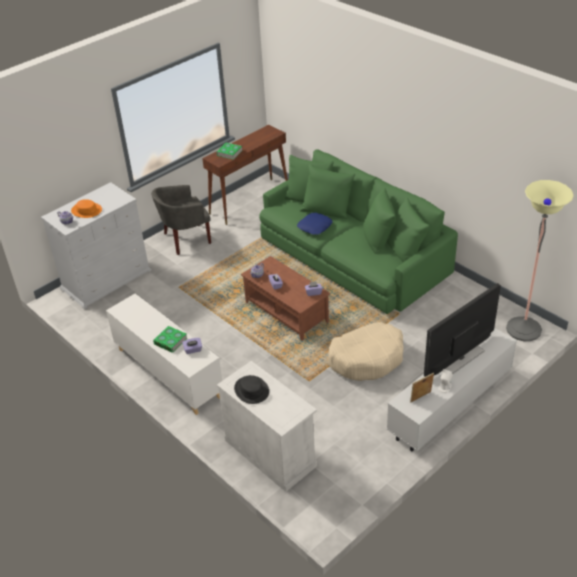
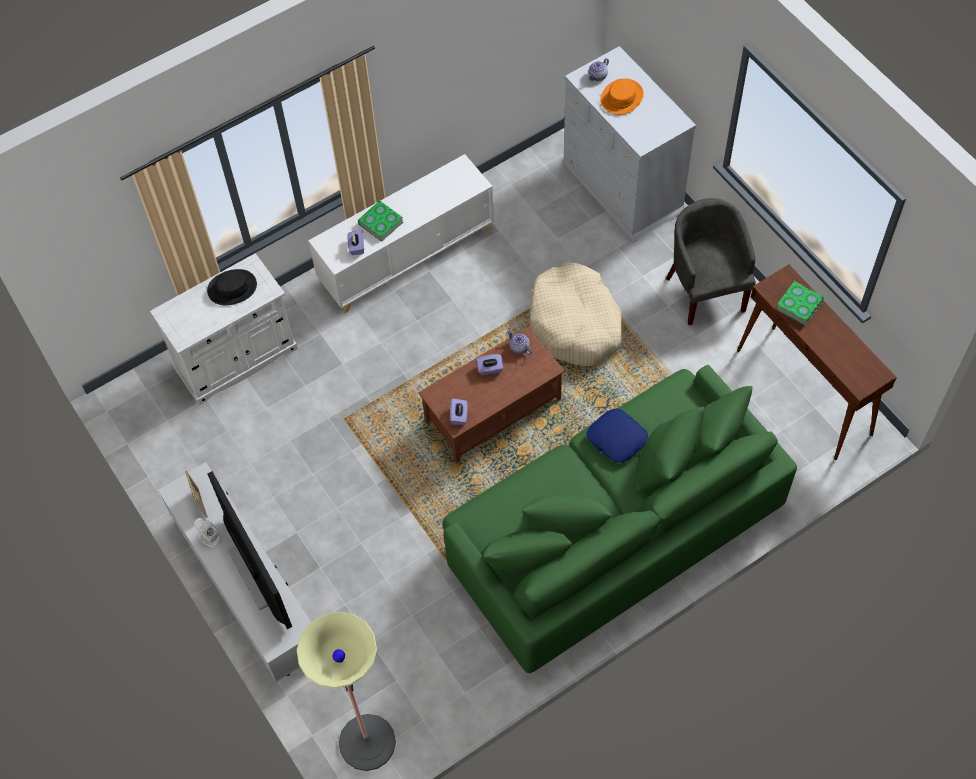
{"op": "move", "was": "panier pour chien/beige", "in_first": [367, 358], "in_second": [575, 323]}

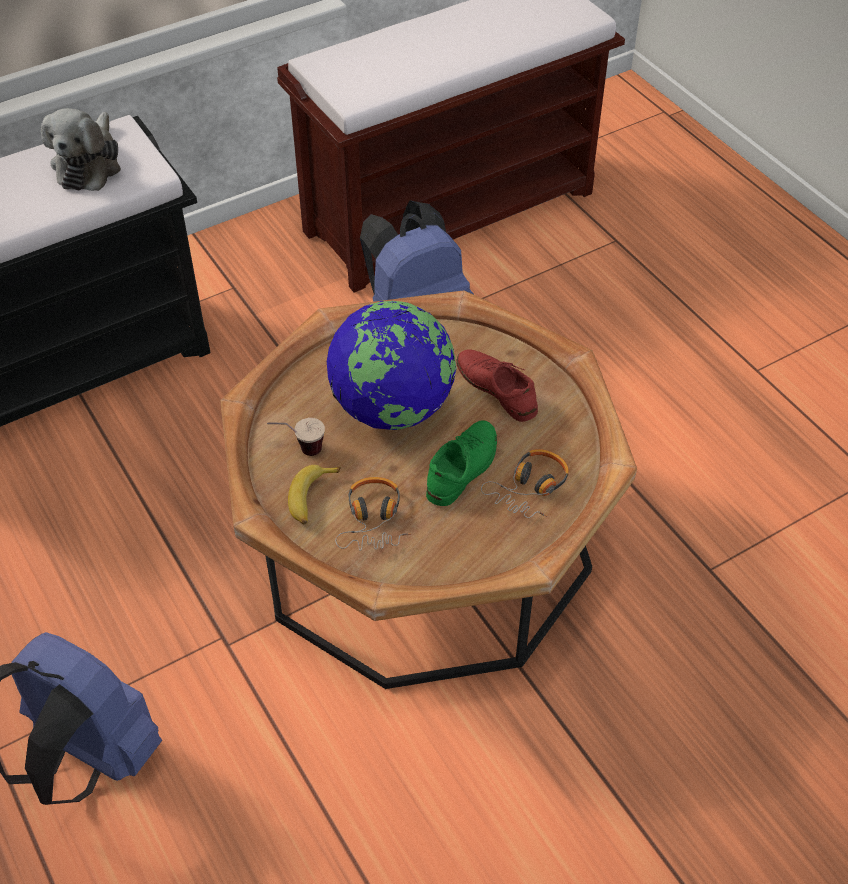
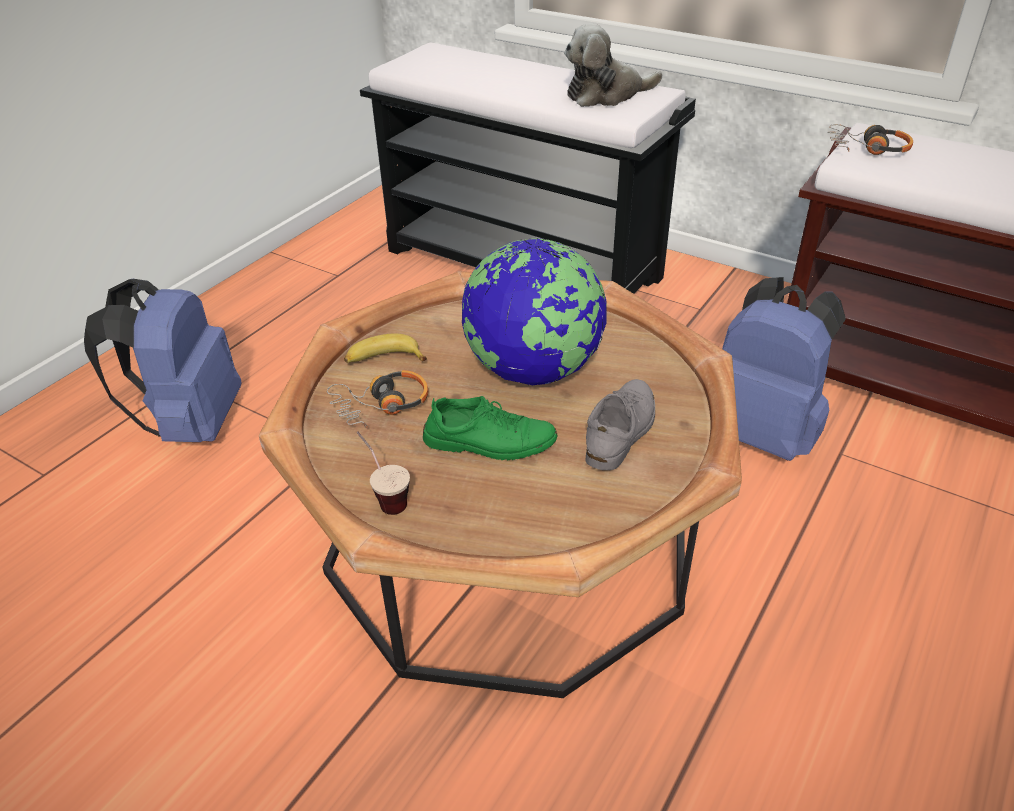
{"op": "recolor", "was": "chaussure/rouge", "now": "chaussure/gris", "in_first": [496, 388], "in_second": [621, 430]}
{"op": "move", "was": "tasse", "in_first": [299, 451], "in_second": [384, 497]}
{"op": "move", "was": "casque audio", "in_first": [530, 489], "in_second": [867, 149]}

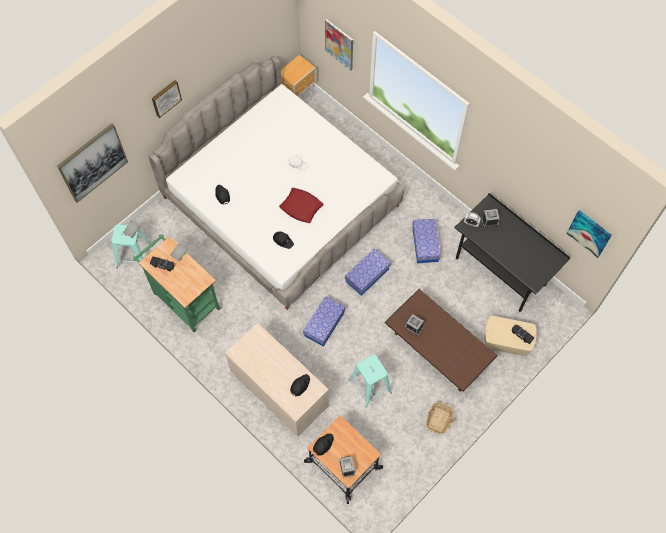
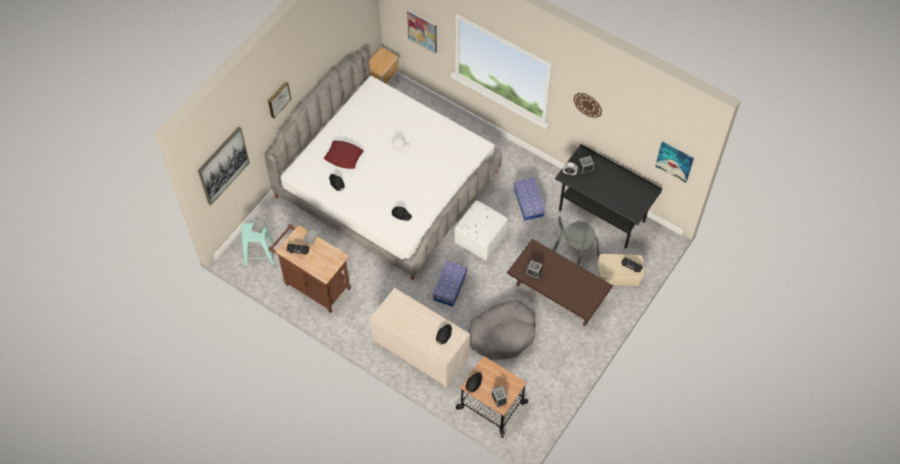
{"op": "move", "was": "coussin/rouge", "in_first": [301, 207], "in_second": [344, 156]}
{"op": "recolor", "was": "chariot/vert", "now": "chariot/marron", "in_first": [184, 299], "in_second": [314, 285]}
{"op": "replace", "was": "boîte de rangement", "now": "pouf/blanc", "in_first": [367, 275], "in_second": [480, 238]}
{"op": "replace", "was": "tabouret/turquoise", "now": "panier pour chien/gris", "in_first": [370, 386], "in_second": [502, 334]}
{"op": "delete", "was": "panier", "in_first": [438, 420]}
{"op": "insert", "now": "horloge murale", "in_second": [587, 104]}
{"op": "insert", "now": "chaise/gris", "in_second": [574, 254]}

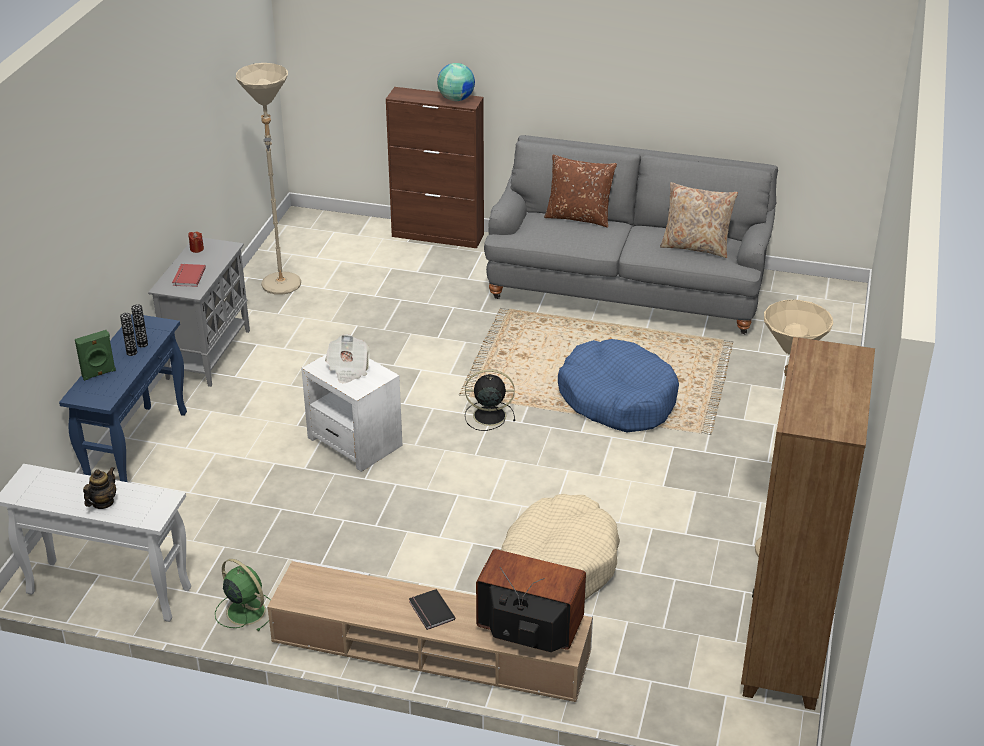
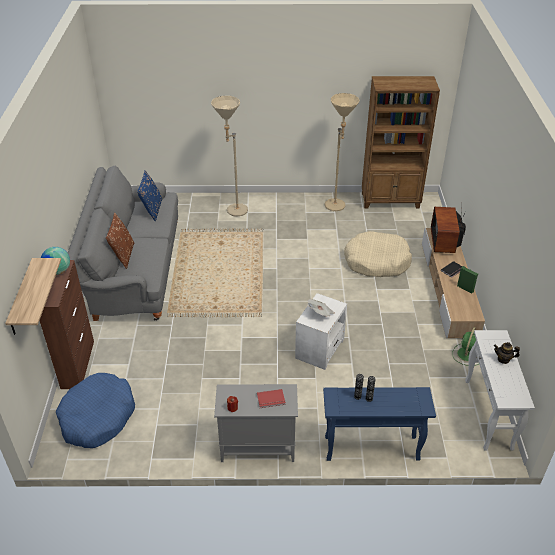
{"op": "move", "was": "lampadaire/beige", "in_first": [281, 279], "in_second": [232, 211]}
{"op": "recolor", "was": "coussin/beige", "now": "coussin/bleu", "in_first": [696, 247], "in_second": [152, 210]}
{"op": "move", "was": "enceinte/vert", "in_first": [99, 374], "in_second": [465, 288]}
{"op": "move", "was": "panier pour chien/bleu", "in_first": [617, 399], "in_second": [97, 417]}
{"op": "delete", "was": "ventilateur/noir", "in_first": [488, 415]}
{"op": "insert", "now": "étagère", "in_second": [22, 298]}

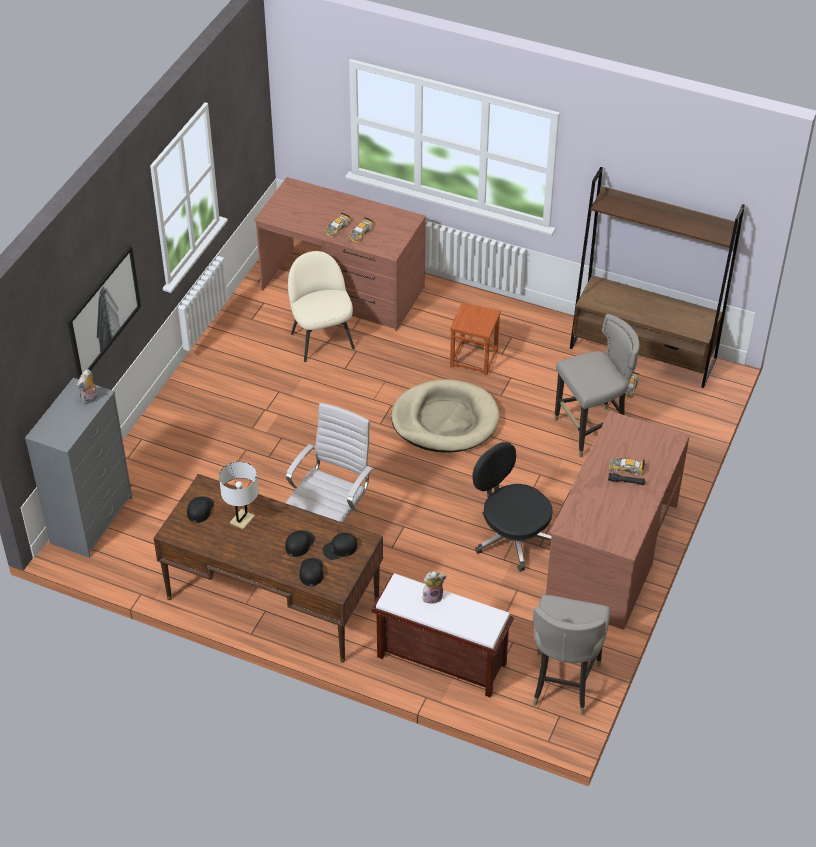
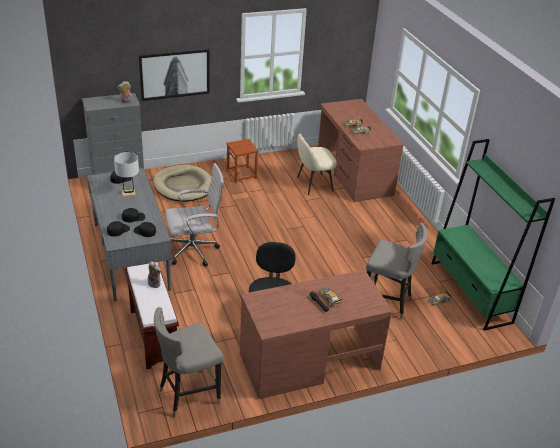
{"op": "recolor", "was": "bibliothèque/marron", "now": "bibliothèque/vert", "in_first": [643, 353], "in_second": [470, 292]}
{"op": "rotate", "was": "chaise/beige", "in_first": [322, 339], "in_second": [313, 184], "clockwise": -135}
{"op": "move", "was": "tabouret/marron", "in_first": [474, 358], "in_second": [241, 174]}
{"op": "move", "was": "panier pour chien/beige", "in_first": [445, 420], "in_second": [183, 186]}
{"op": "recolor", "was": "bureau/marron", "now": "bureau/gris", "in_first": [273, 599], "in_second": [131, 256]}

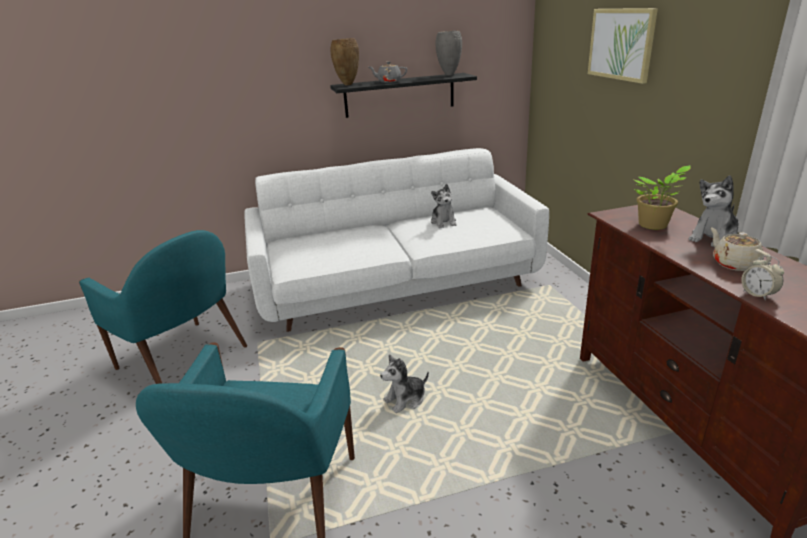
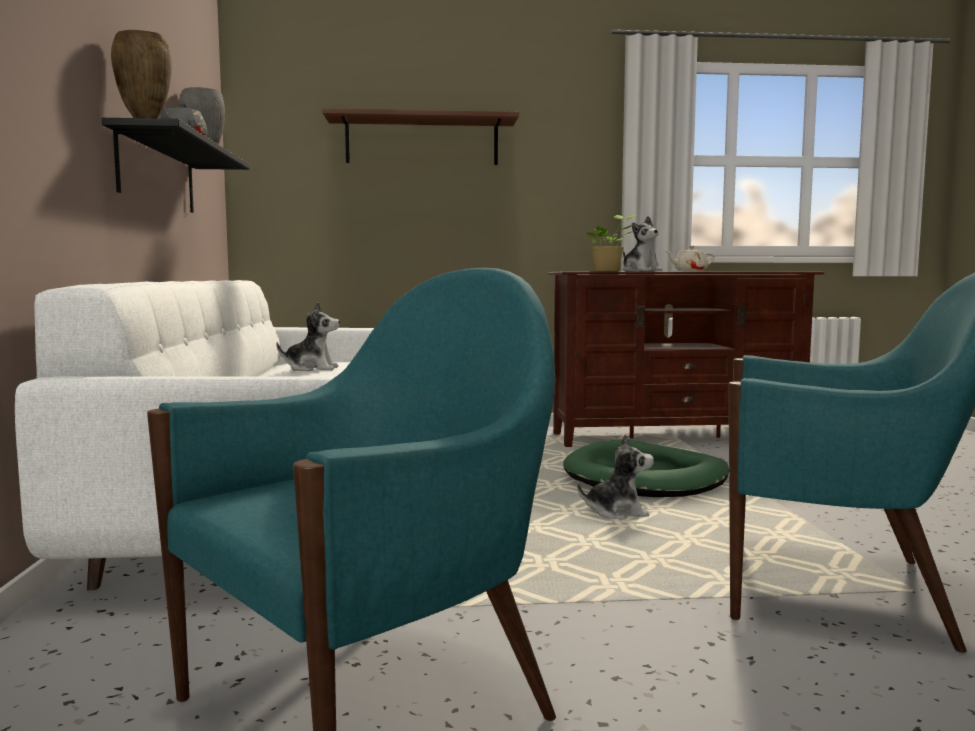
{"op": "replace", "was": "tableau", "now": "étagère/marron", "in_first": [621, 44], "in_second": [422, 142]}
{"op": "delete", "was": "réveil", "in_first": [758, 294]}
{"op": "rotate", "was": "peluche", "in_first": [405, 399], "in_second": [616, 512], "clockwise": -75}
{"op": "insert", "now": "panier pour chien/vert", "in_second": [646, 478]}

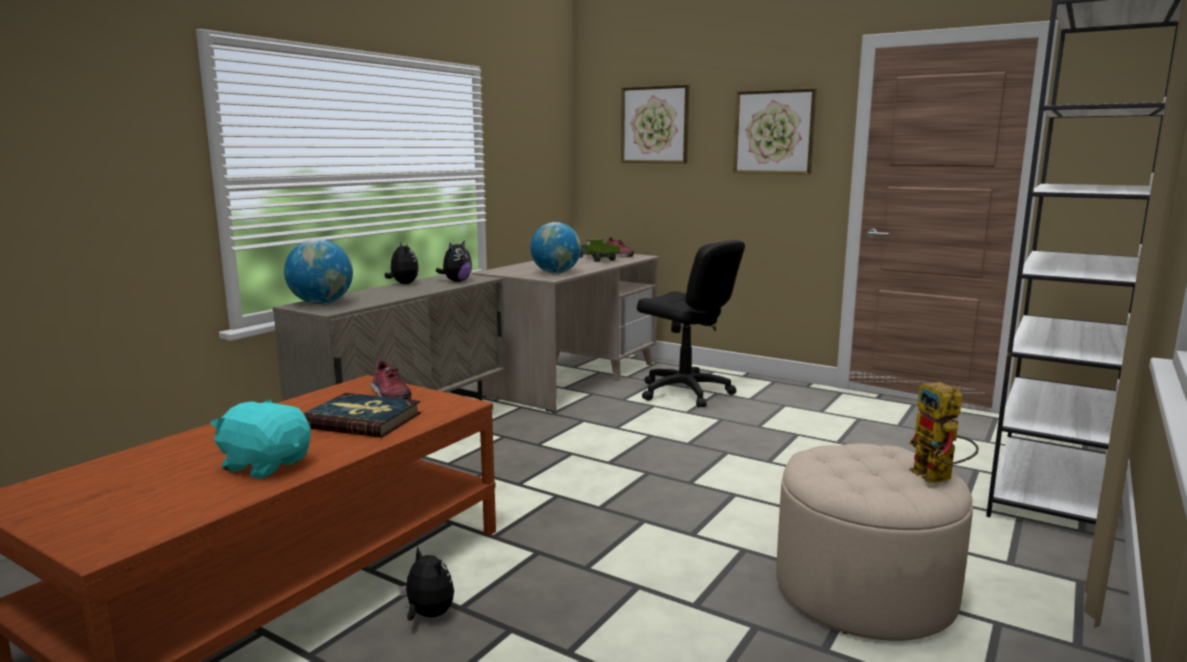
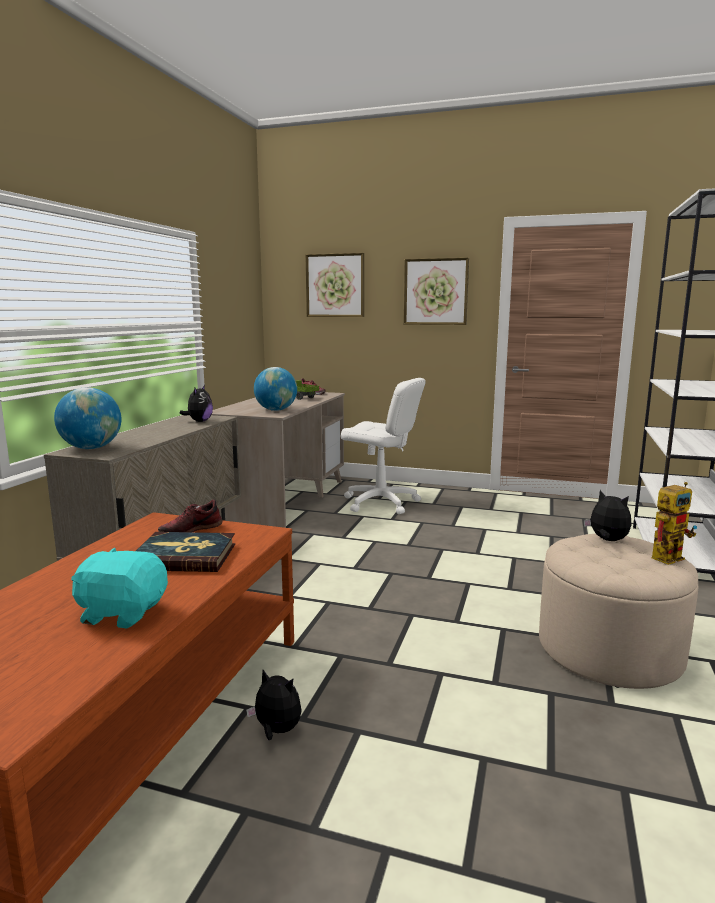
{"op": "recolor", "was": "chaise de bureau/noir", "now": "chaise de bureau/blanc", "in_first": [685, 392], "in_second": [380, 503]}
{"op": "move", "was": "peluche", "in_first": [403, 284], "in_second": [607, 540]}
{"op": "rotate", "was": "chaussure", "in_first": [389, 395], "in_second": [191, 530], "clockwise": 105}
{"op": "rotate", "was": "robot jouet", "in_first": [939, 478], "in_second": [669, 556], "clockwise": -90}

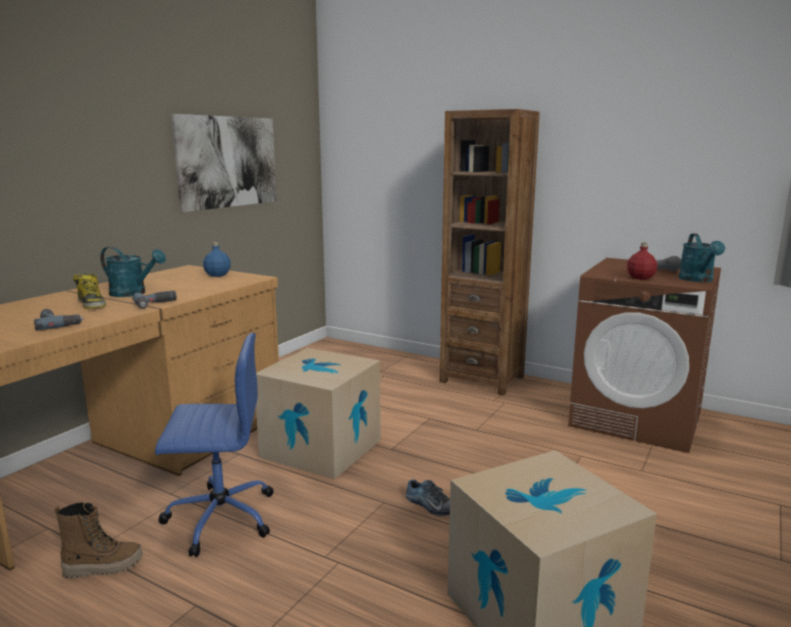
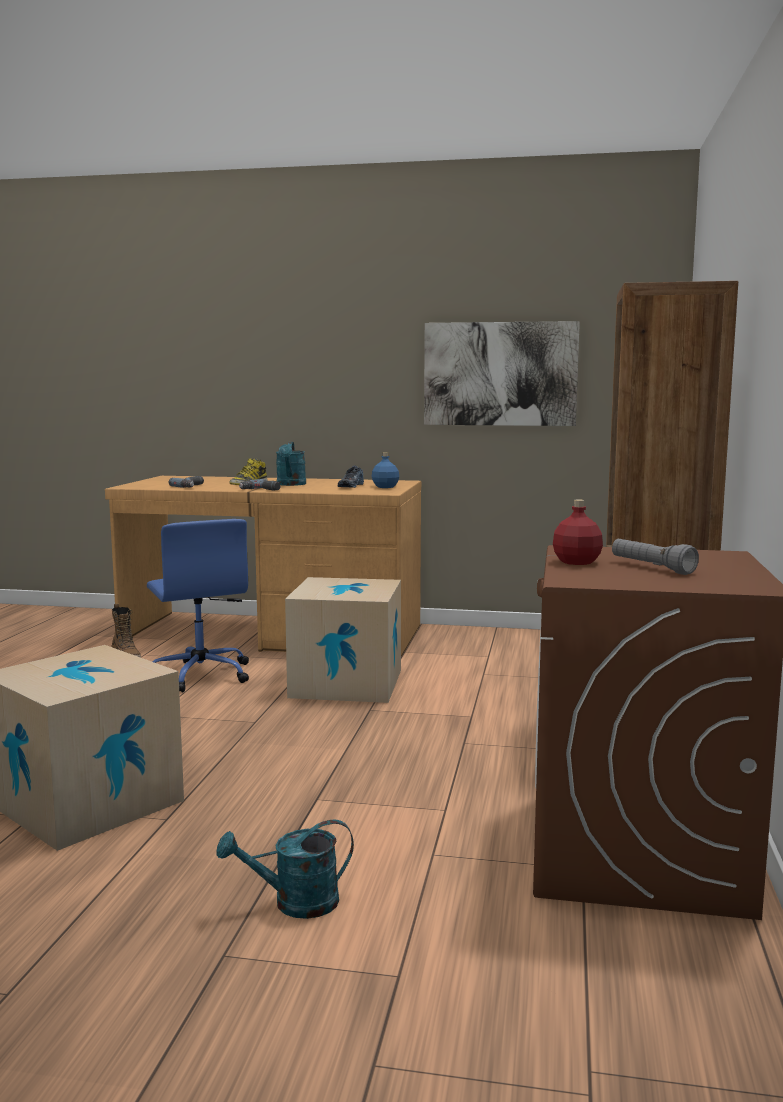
{"op": "move", "was": "arrosoir/turquoise", "in_first": [698, 280], "in_second": [294, 904]}
{"op": "move", "was": "chaussure", "in_first": [430, 505], "in_second": [350, 486]}

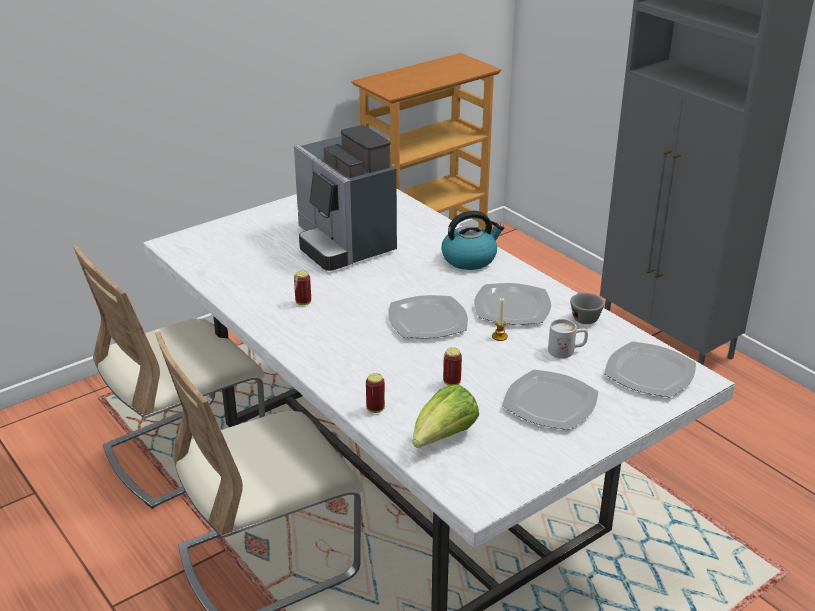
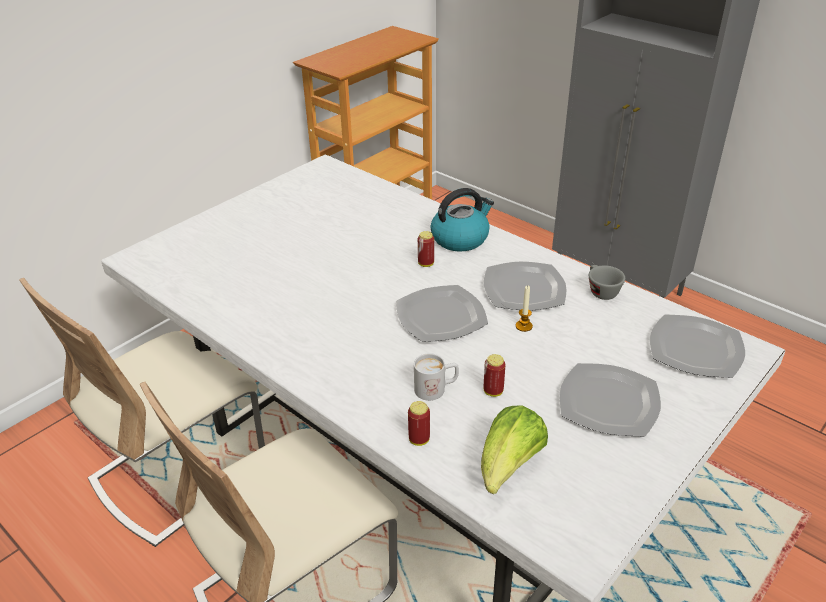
{"op": "delete", "was": "machine à café", "in_first": [343, 244]}
{"op": "move", "was": "boîte métallique", "in_first": [303, 302], "in_second": [426, 264]}
{"op": "move", "was": "mug/blanc", "in_first": [567, 351], "in_second": [436, 389]}

